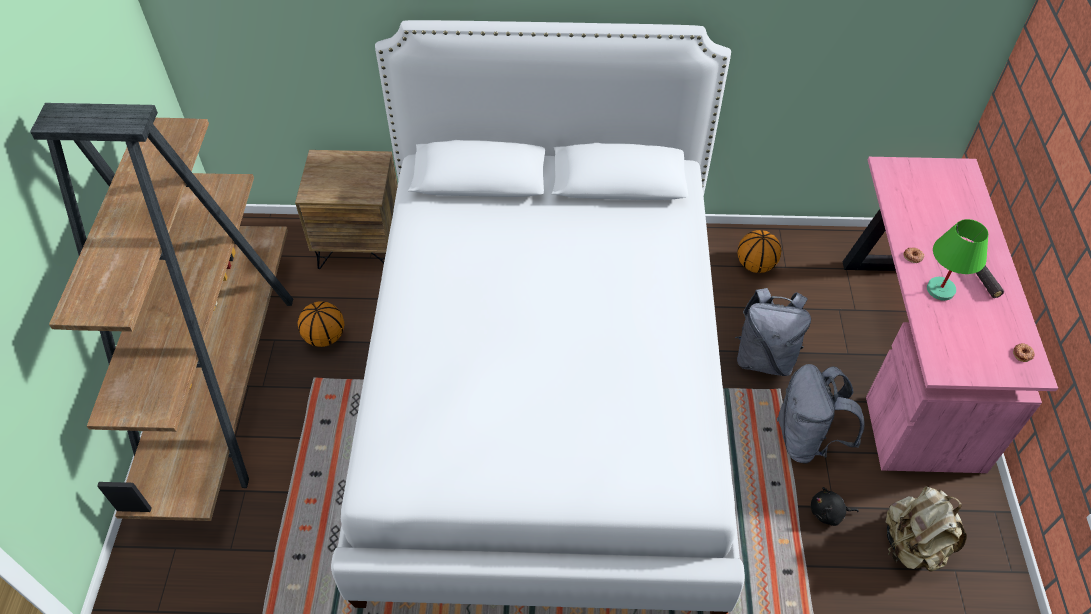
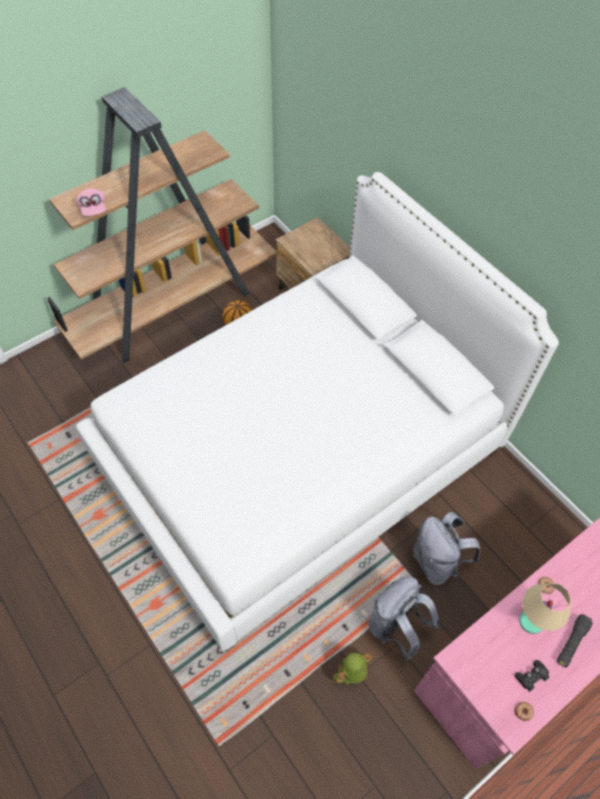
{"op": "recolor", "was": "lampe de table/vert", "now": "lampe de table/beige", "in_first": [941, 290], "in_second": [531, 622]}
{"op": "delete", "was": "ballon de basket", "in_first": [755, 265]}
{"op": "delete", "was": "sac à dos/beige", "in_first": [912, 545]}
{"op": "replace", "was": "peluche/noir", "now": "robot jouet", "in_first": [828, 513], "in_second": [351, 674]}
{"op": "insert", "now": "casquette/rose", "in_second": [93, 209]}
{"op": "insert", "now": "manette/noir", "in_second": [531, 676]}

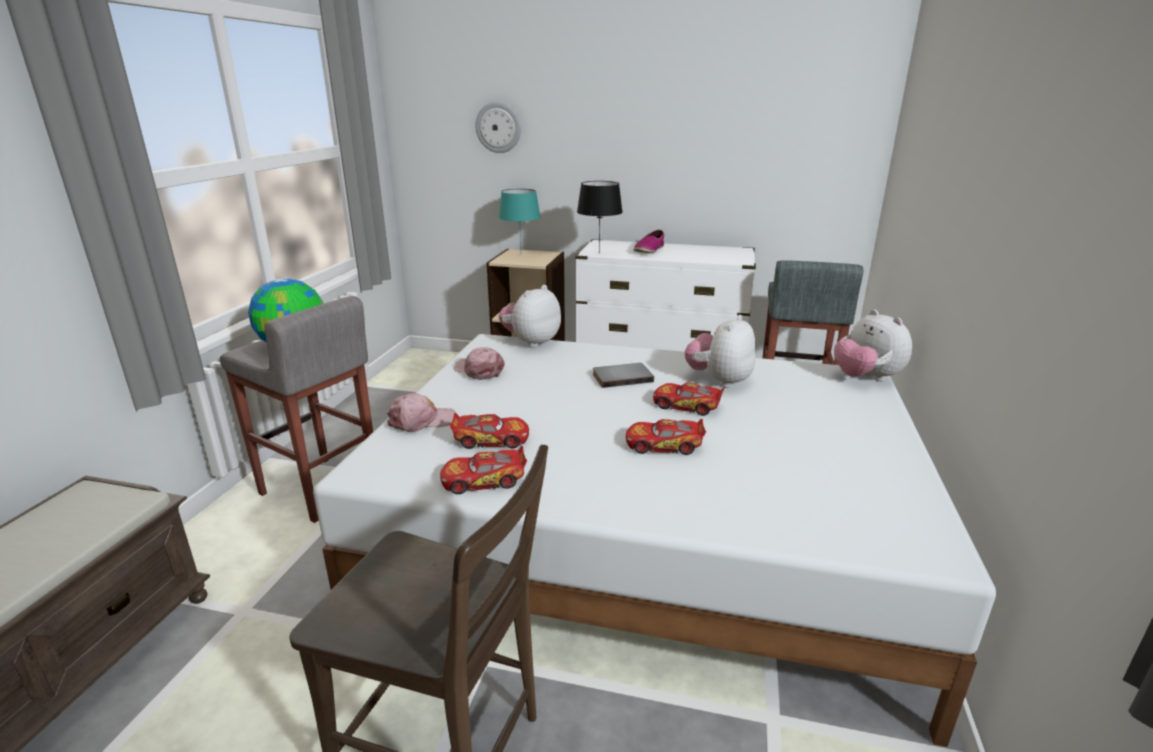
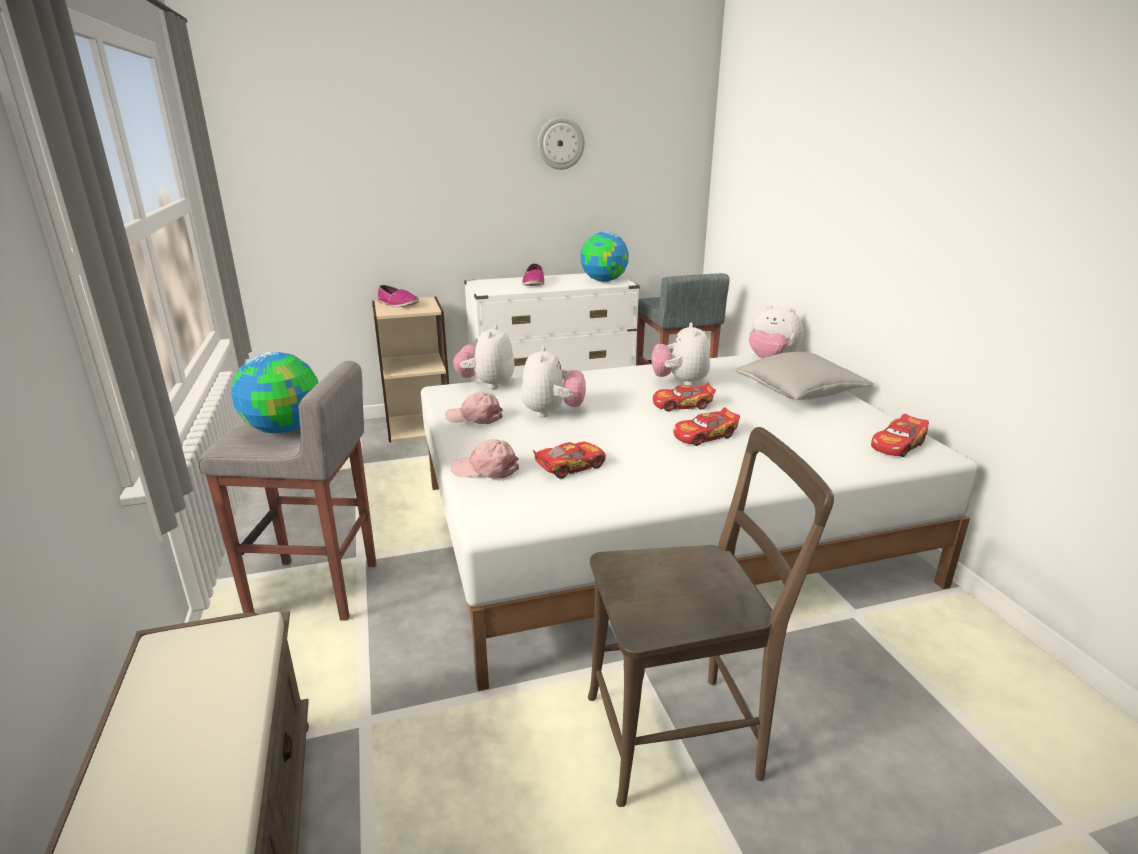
{"op": "move", "was": "horloge murale", "in_first": [498, 127], "in_second": [560, 143]}
{"op": "delete", "was": "lampe de table/noir", "in_first": [599, 253]}
{"op": "replace", "was": "lampe de table/turquoise", "now": "chaussure", "in_first": [521, 254], "in_second": [398, 304]}
{"op": "delete", "was": "livre/gris", "in_first": [621, 377]}
{"op": "rotate", "was": "casquette/rose", "in_first": [421, 420], "in_second": [486, 469], "clockwise": -120}
{"op": "move", "was": "petite voiture", "in_first": [484, 480], "in_second": [898, 445]}
{"op": "insert", "now": "globe", "in_second": [604, 280]}
{"op": "insert", "now": "peluche", "in_second": [552, 412]}
{"op": "insert", "now": "coussin/gris", "in_second": [799, 391]}

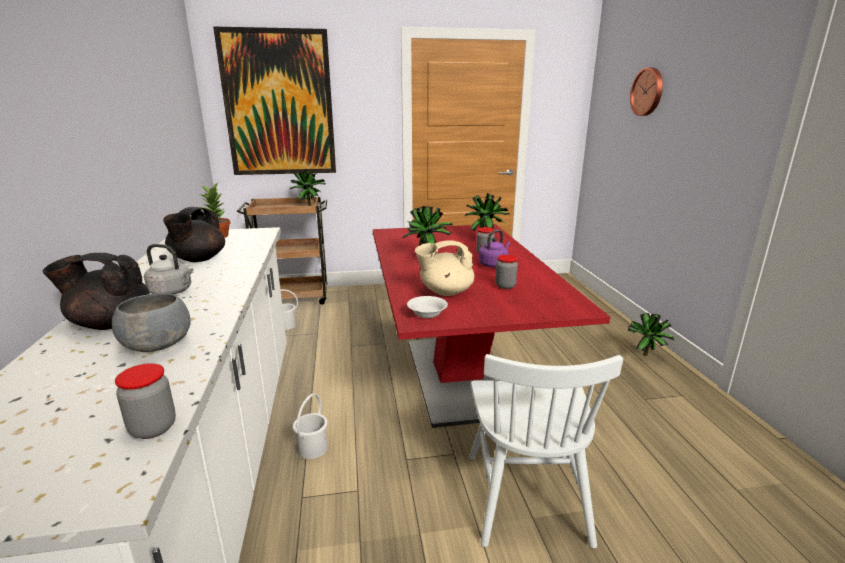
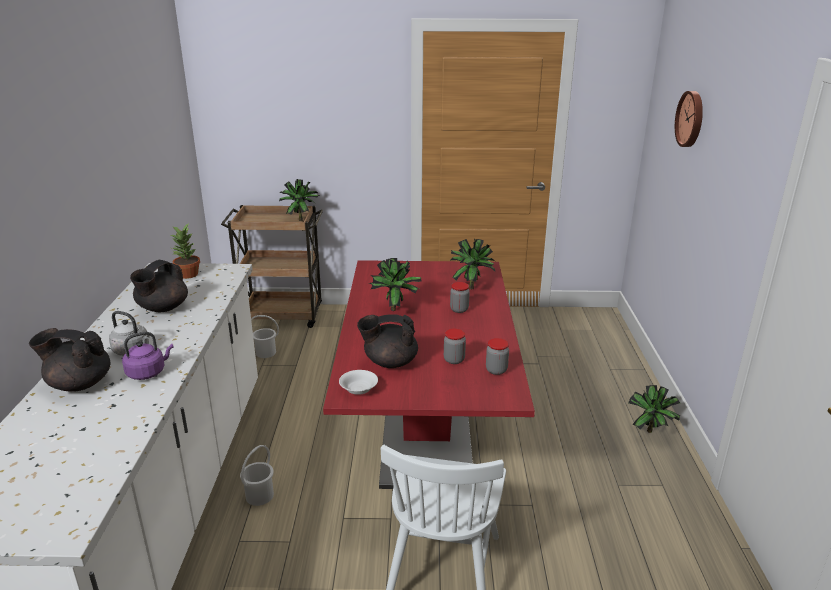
{"op": "delete", "was": "tableau", "in_first": [279, 104]}
{"op": "move", "was": "bouilloire/violet", "in_first": [494, 264], "in_second": [148, 372]}
{"op": "recolor", "was": "théière/beige", "now": "théière/noir", "in_first": [445, 292], "in_second": [389, 362]}
{"op": "delete", "was": "bol/gris", "in_first": [159, 345]}
{"op": "move", "was": "bocal", "in_first": [153, 428], "in_second": [496, 370]}

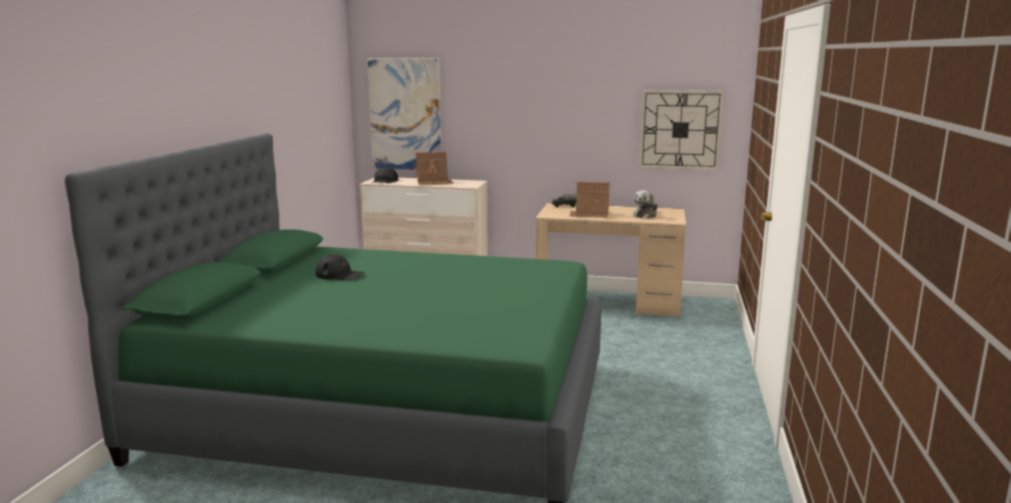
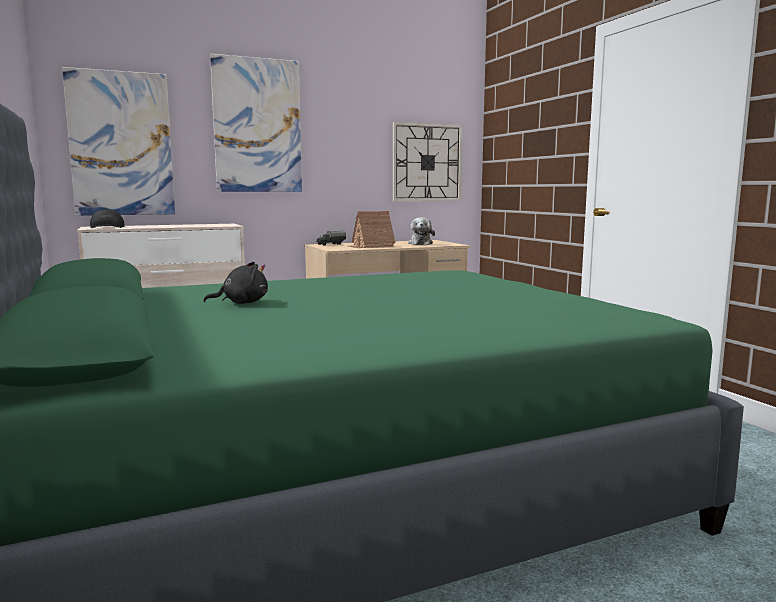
{"op": "delete", "was": "maison miniature", "in_first": [434, 182]}
{"op": "replace", "was": "casquette/noir", "now": "peluche/noir", "in_first": [340, 275], "in_second": [242, 303]}
{"op": "insert", "now": "tableau", "in_second": [257, 125]}

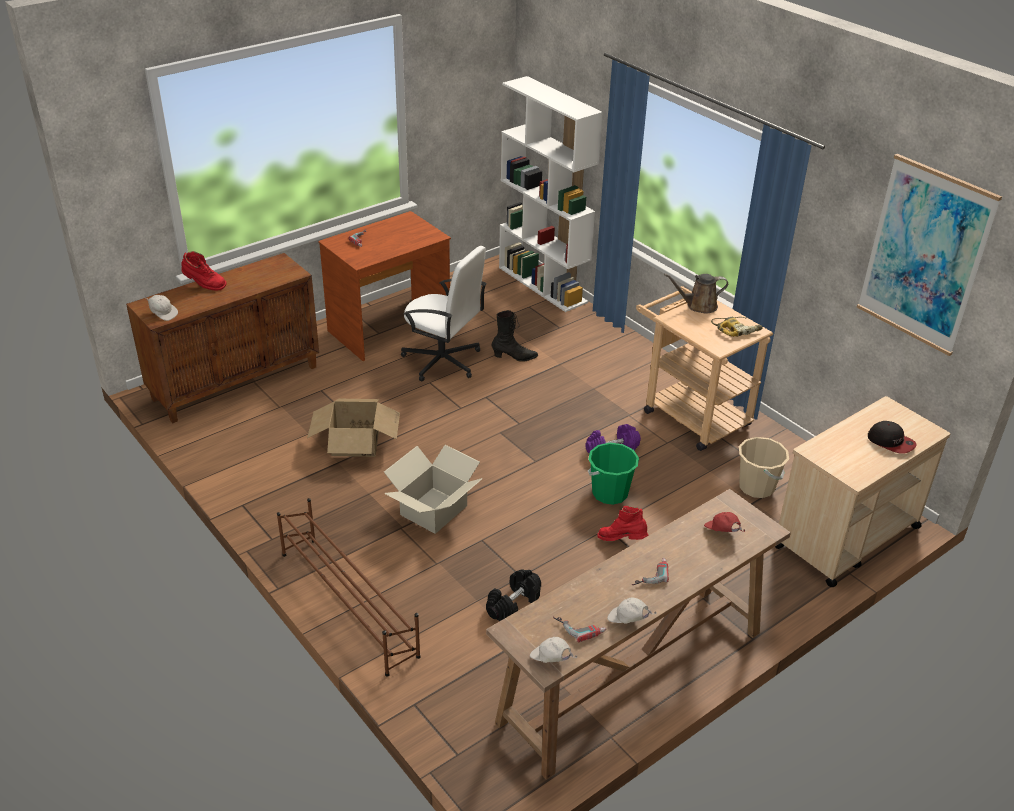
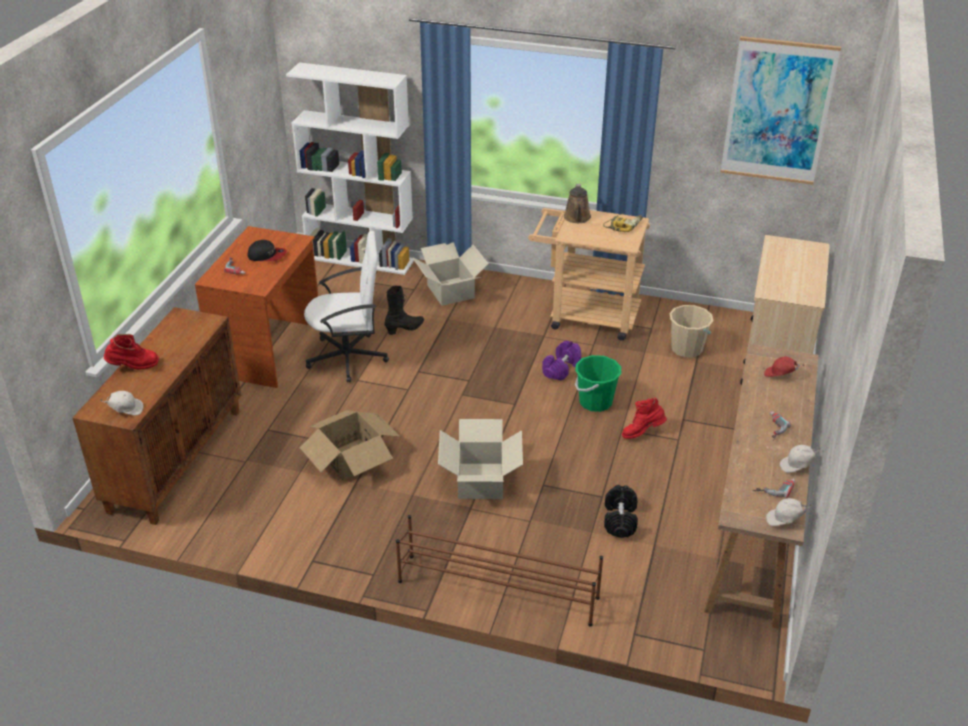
{"op": "rotate", "was": "arrosoir/marron", "in_first": [698, 306], "in_second": [577, 218], "clockwise": -45}
{"op": "move", "was": "casquette", "in_first": [891, 442], "in_second": [267, 255]}
{"op": "insert", "now": "carton", "in_second": [451, 291]}

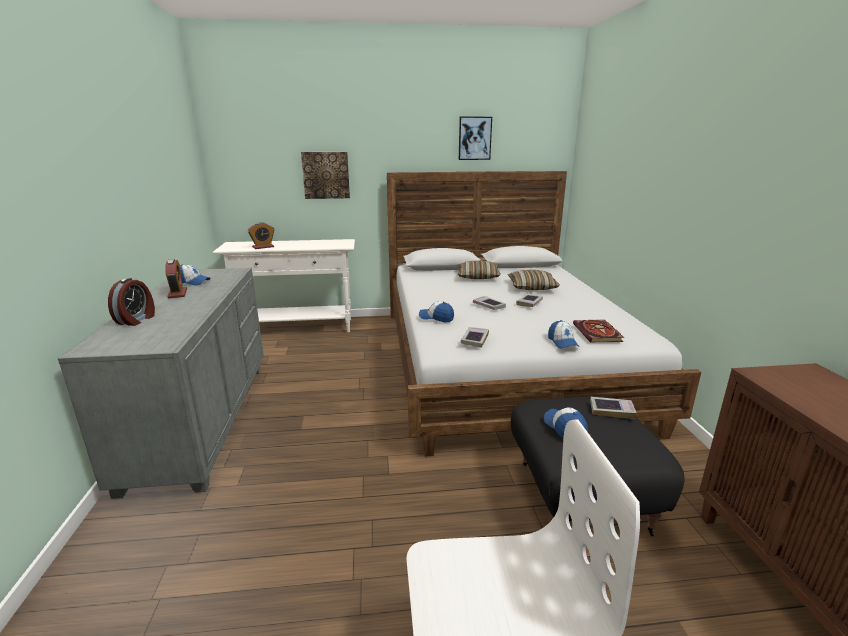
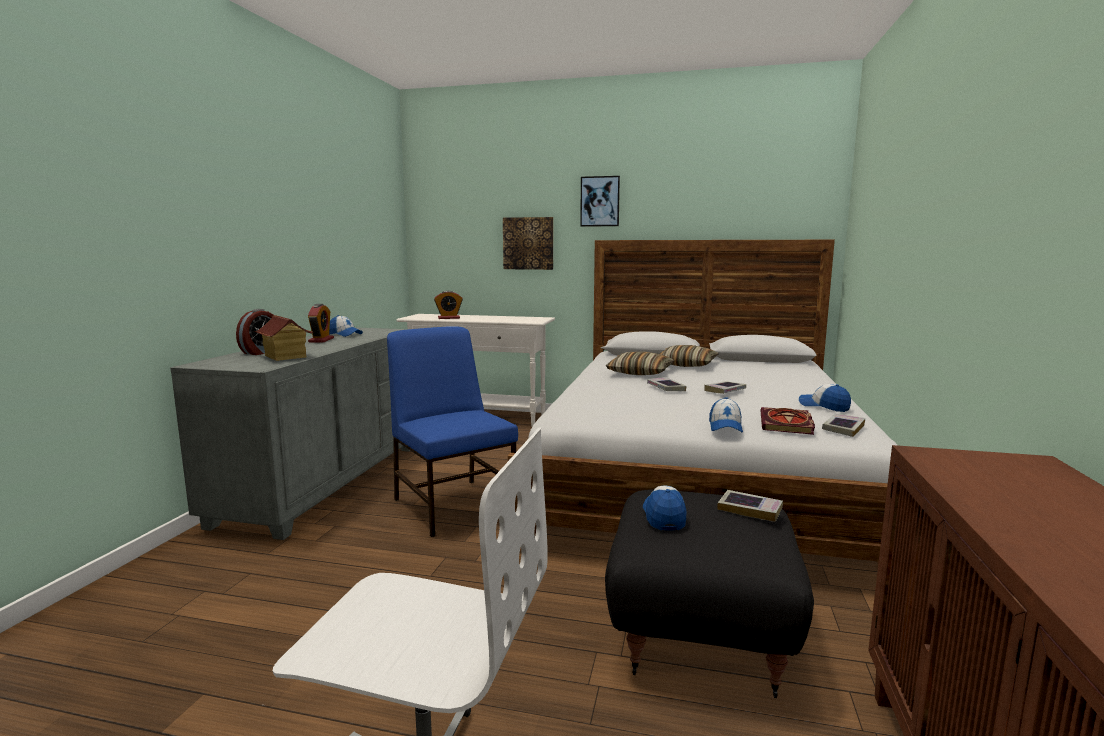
{"op": "move", "was": "tableau", "in_first": [474, 138], "in_second": [600, 201]}
{"op": "move", "was": "coussin", "in_first": [532, 287], "in_second": [640, 373]}
{"op": "move", "was": "casquette", "in_first": [436, 318], "in_second": [824, 406]}
{"op": "move", "was": "livre", "in_first": [474, 339], "in_second": [843, 428]}
{"op": "insert", "now": "maison miniature", "in_second": [285, 357]}
{"op": "insert", "now": "chaise/bleu", "in_second": [454, 505]}

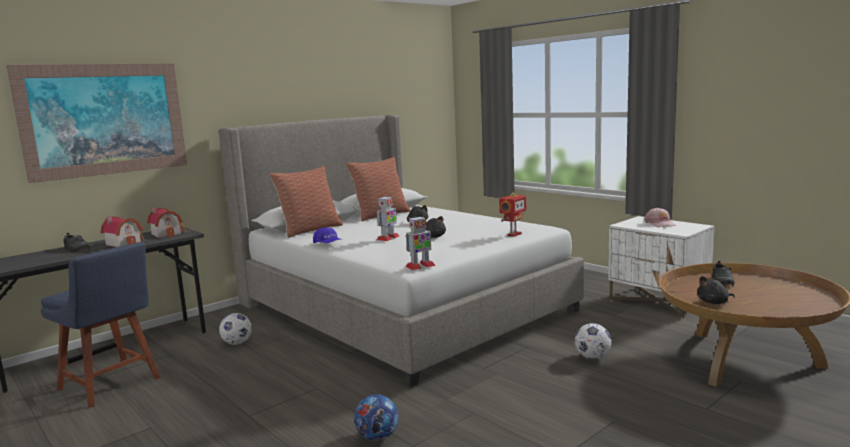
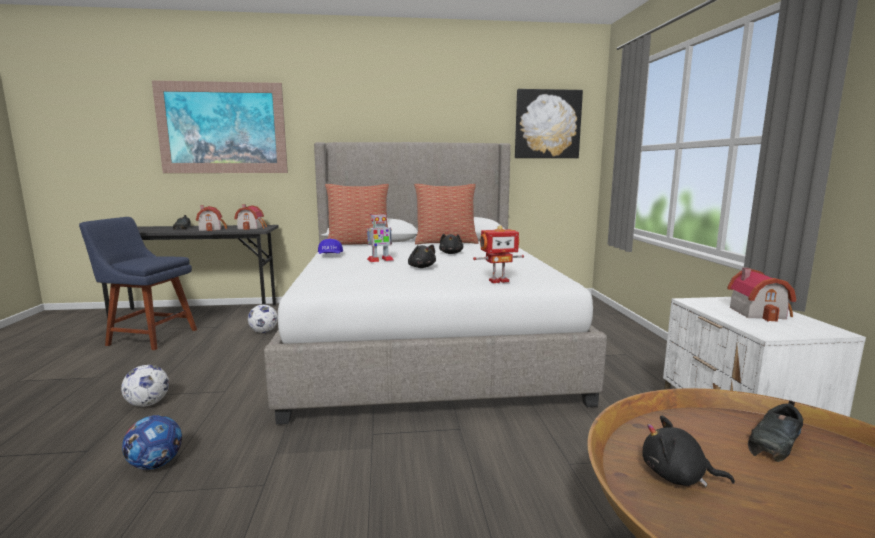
{"op": "replace", "was": "casquette/rose", "now": "maison miniature", "in_first": [660, 224], "in_second": [759, 312]}
{"op": "delete", "was": "robot jouet", "in_first": [420, 266]}
{"op": "rotate", "was": "chaise/bleu", "in_first": [112, 385], "in_second": [149, 337], "clockwise": 120}
{"op": "move", "was": "ballon de foot", "in_first": [592, 357], "in_second": [148, 404]}
{"op": "insert", "now": "tableau", "in_second": [547, 124]}

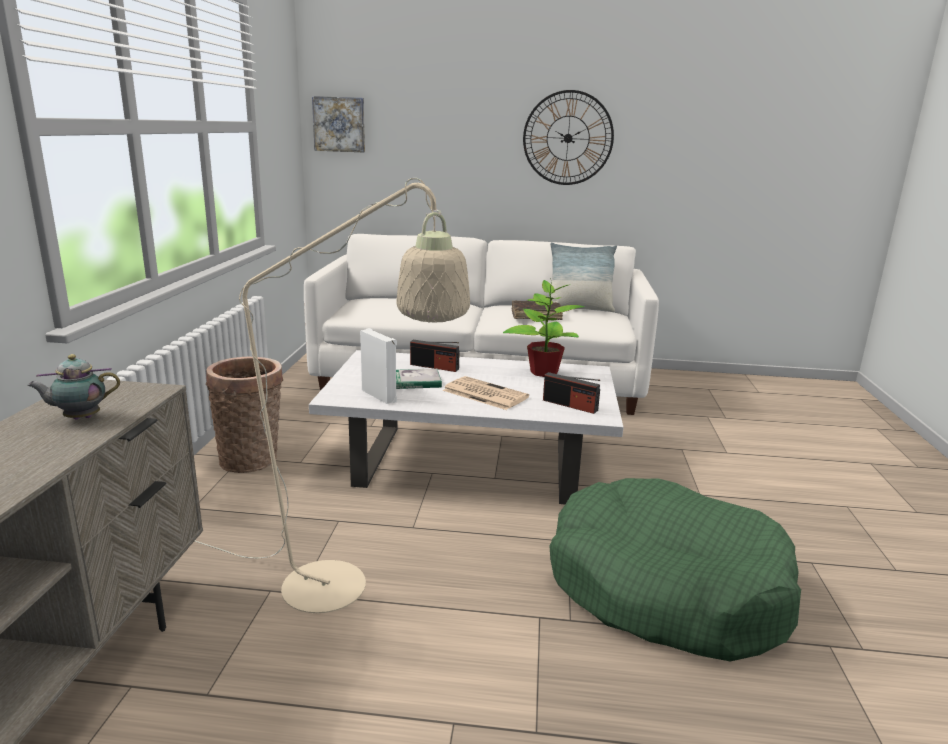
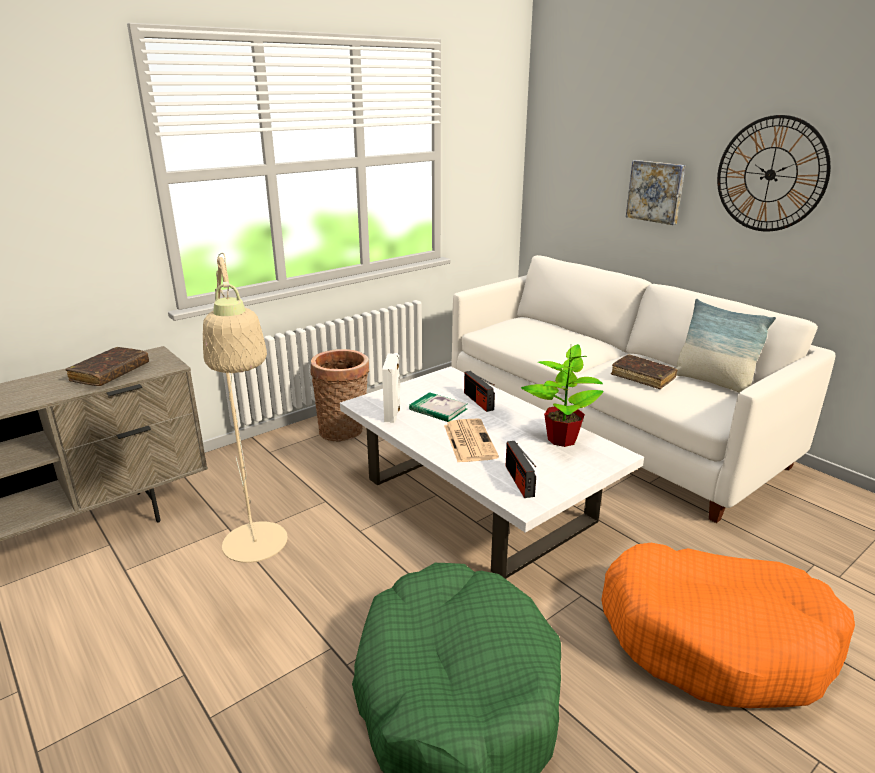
{"op": "move", "was": "tableau", "in_first": [339, 124], "in_second": [656, 191]}
{"op": "replace", "was": "théière", "now": "livre/marron", "in_first": [79, 418], "in_second": [110, 373]}
{"op": "insert", "now": "panier pour chien/orange", "in_second": [716, 639]}

